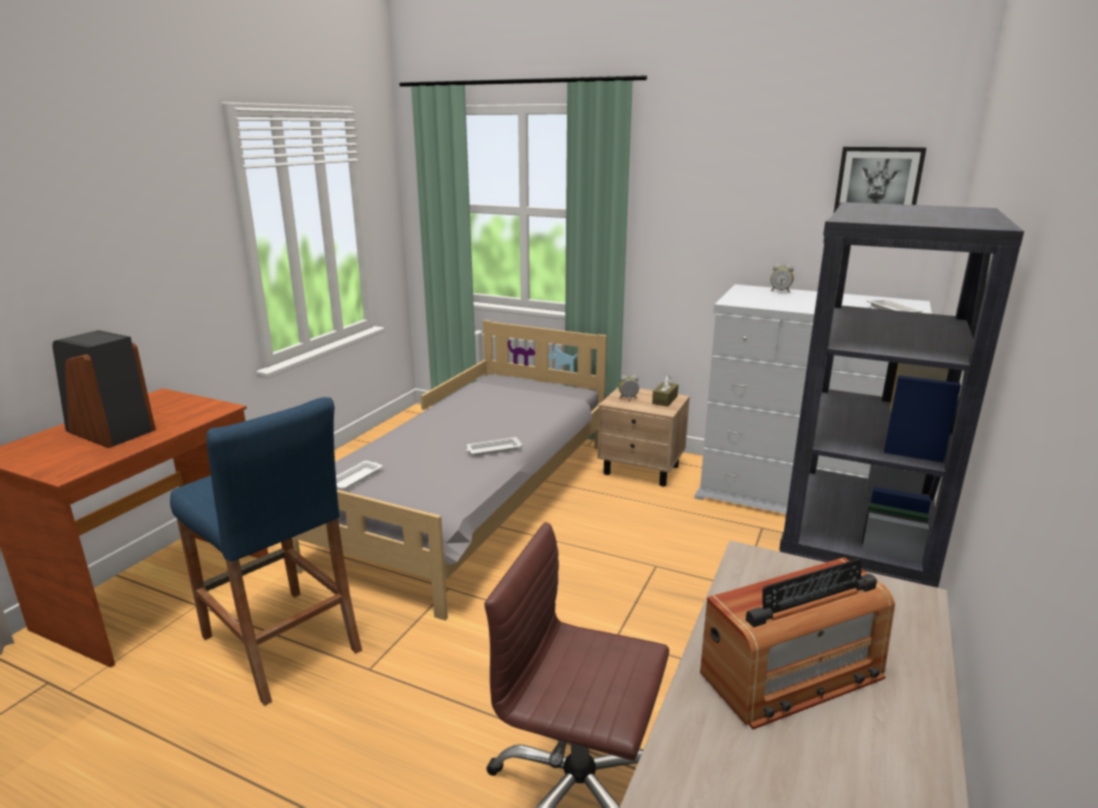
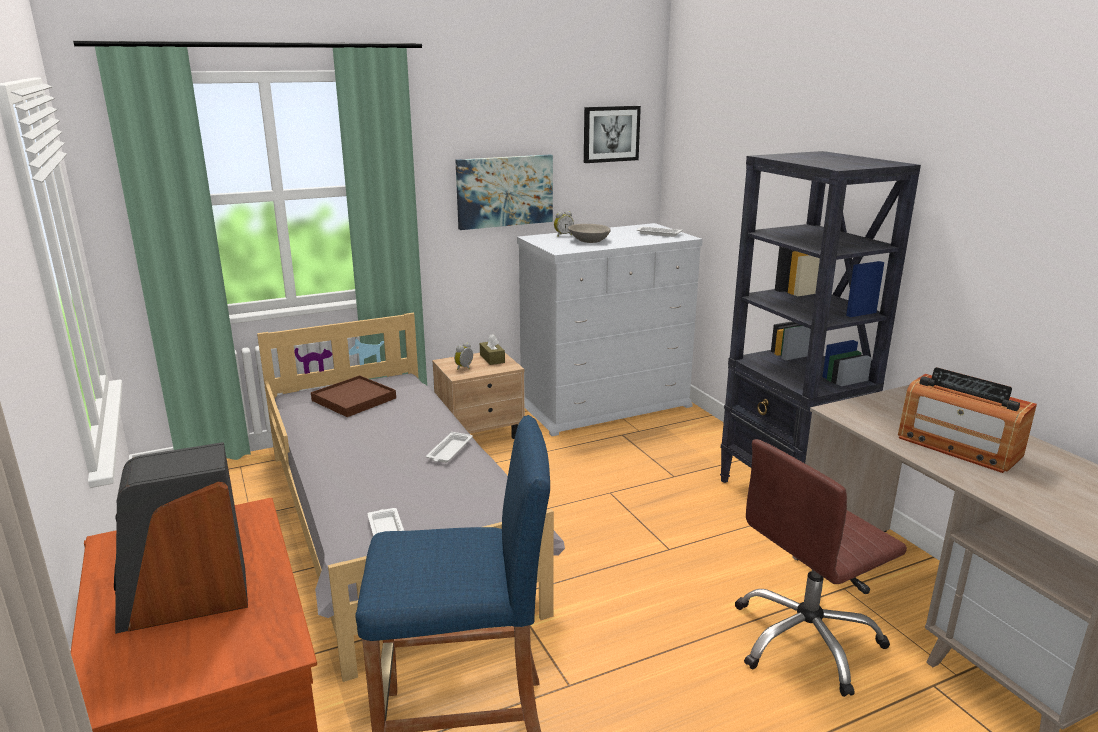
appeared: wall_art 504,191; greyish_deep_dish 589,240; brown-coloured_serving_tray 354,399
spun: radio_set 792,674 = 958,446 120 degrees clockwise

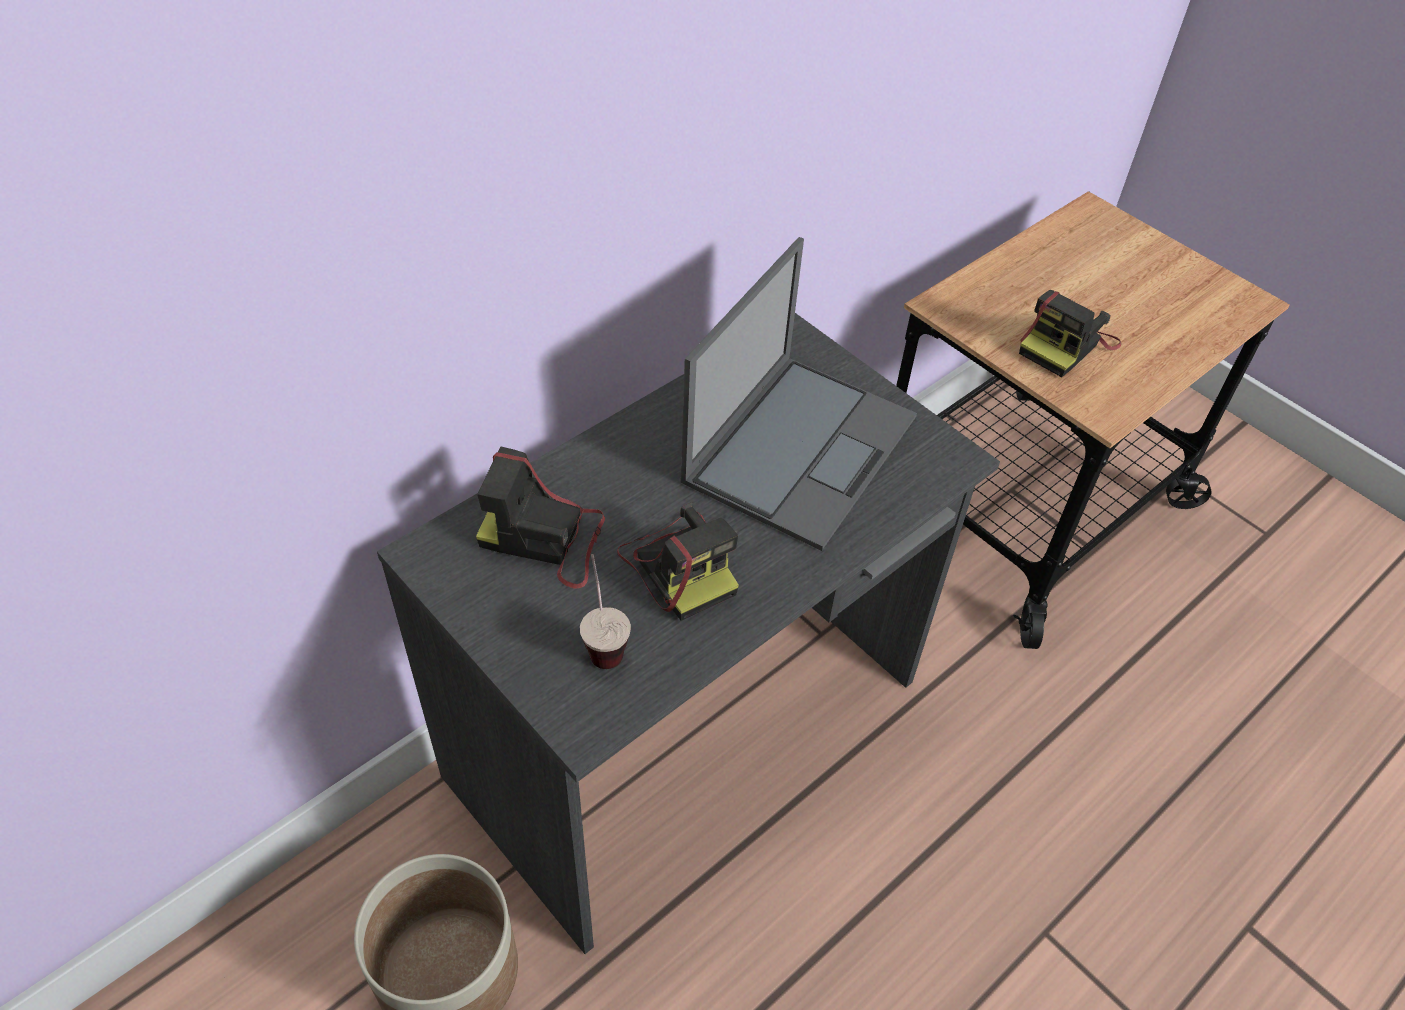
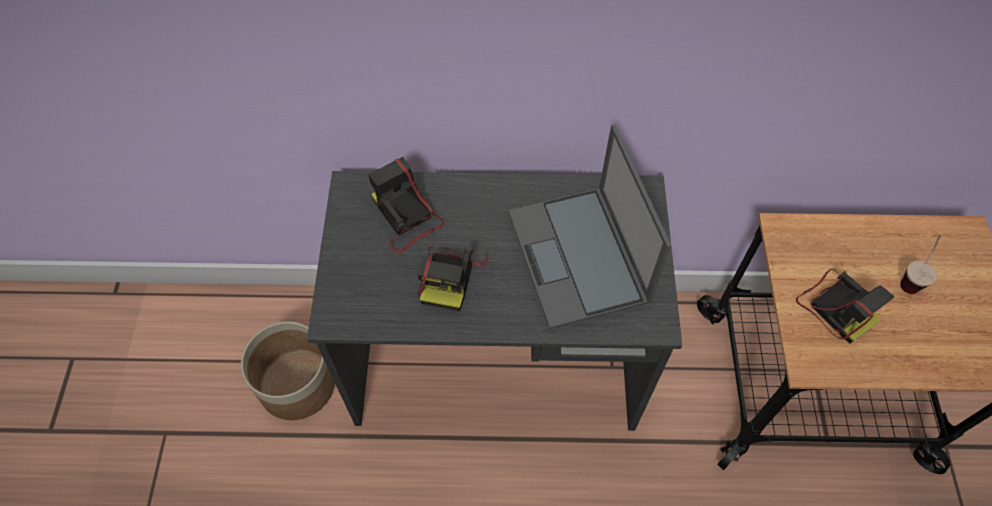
relocated: small_cup 602,639 to 912,277
spun: laptop 801,447 = 578,257 90 degrees clockwise; still_camera 1066,345 = 835,307 120 degrees counterclockwise

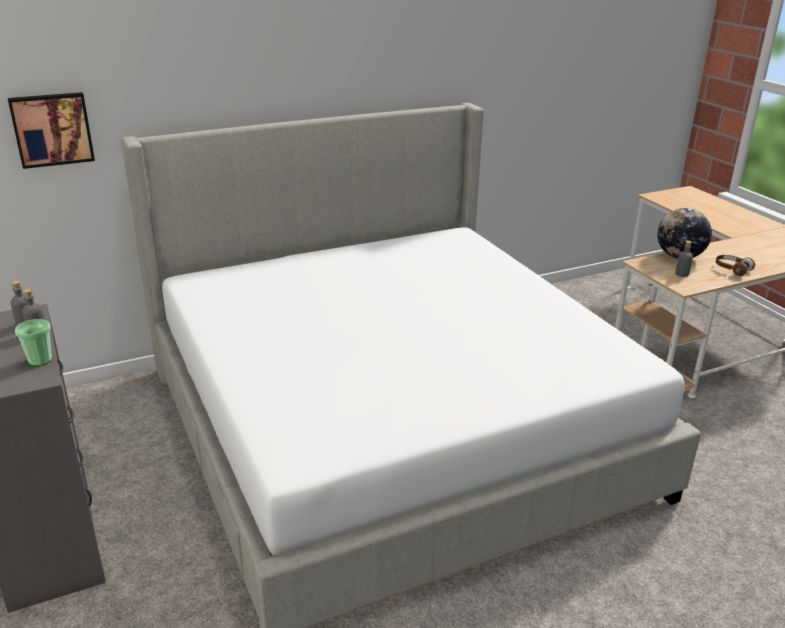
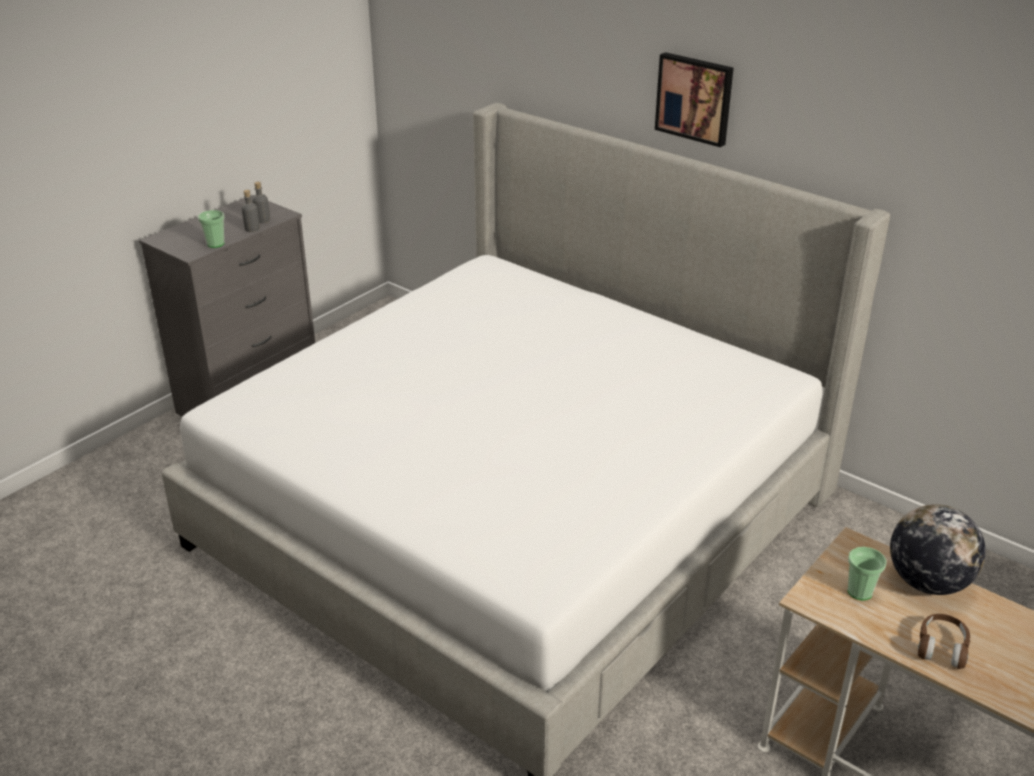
relocated: wall_art 52,129 to 695,98
exchanged: greyish_drink_bottle 682,274 to small_cup 860,592

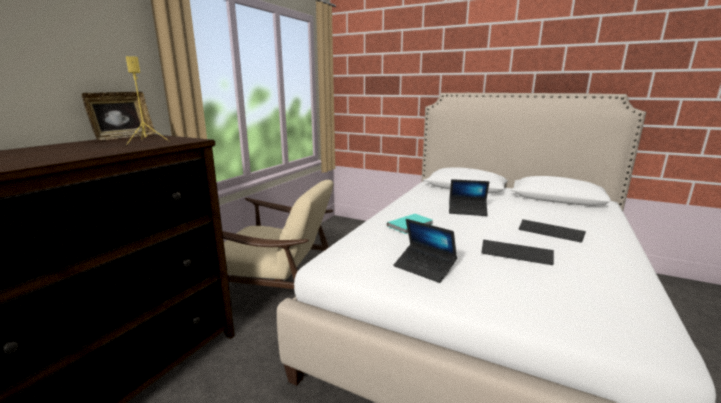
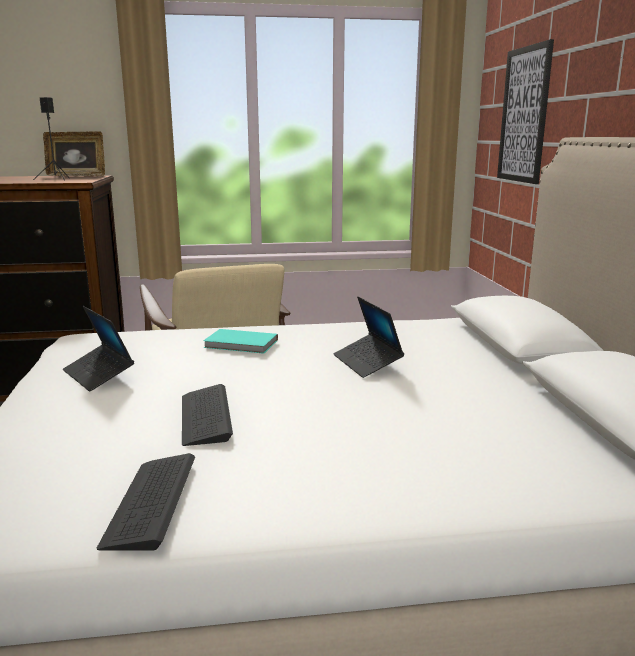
appeared: wall_art 524,115
relocated: PC_keyboard 550,232 to 151,502
colour: yellow-coloured_loudspeaker 147,141 to black_loudspeaker 56,179
spun: laptop 424,268 = 98,375 45 degrees counterclockwise

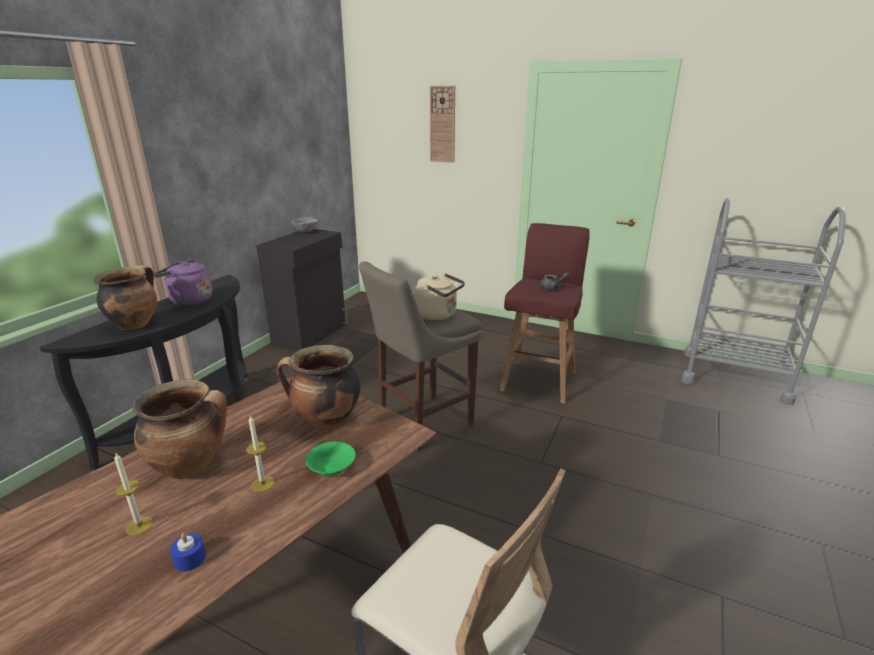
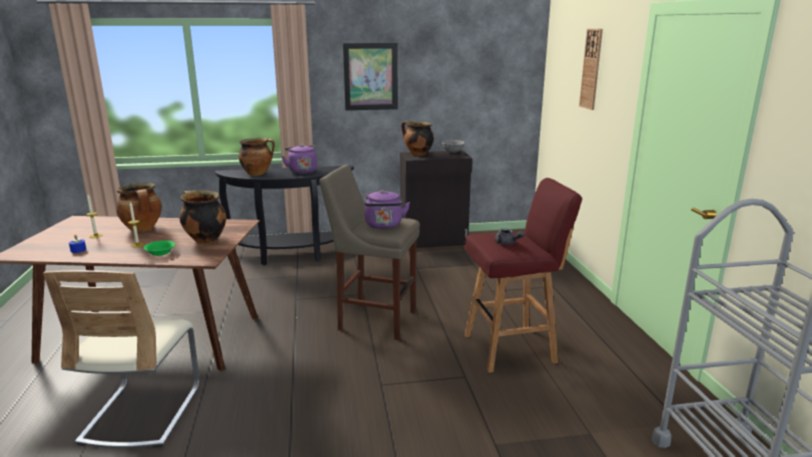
appeared: wall_art 370,76; stockpot 417,154
colour: beige_tea_kettle 438,315 to purple_tea_kettle 384,226

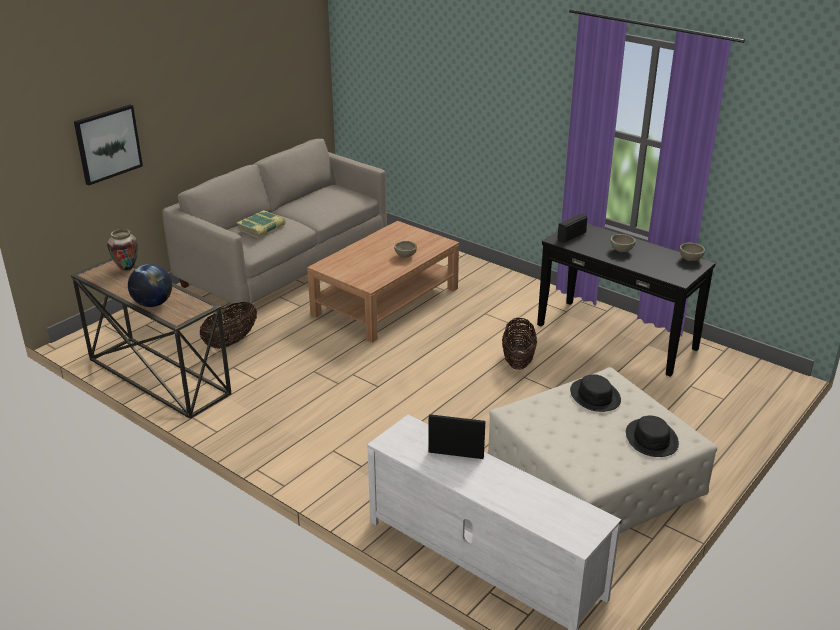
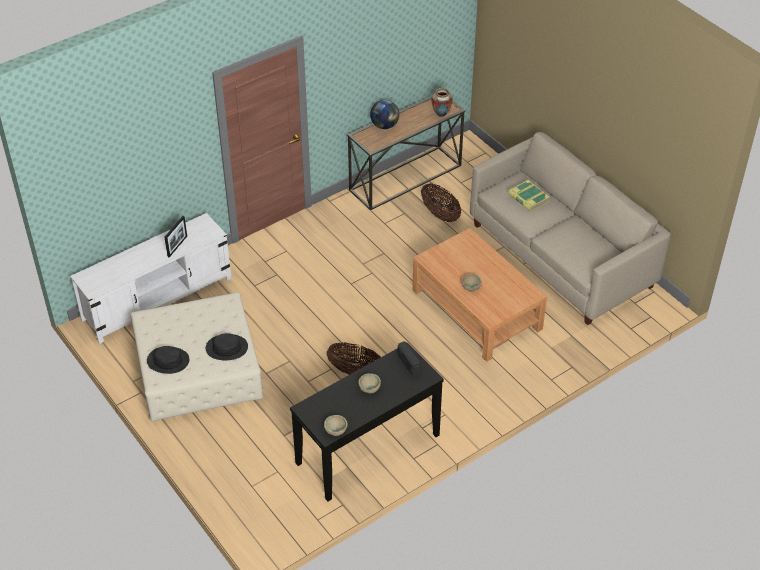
missing: wall_art 108,144

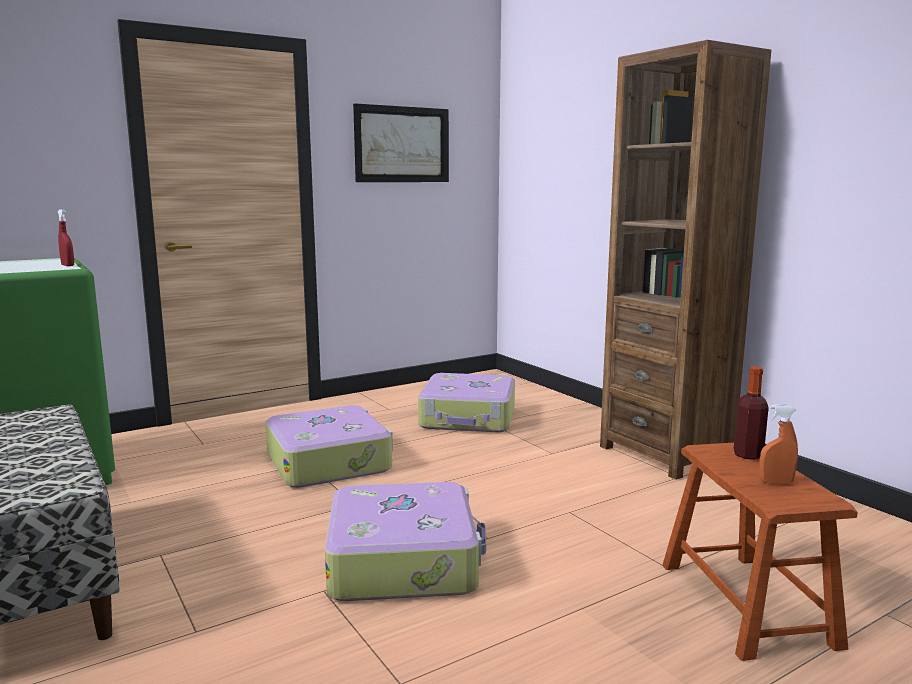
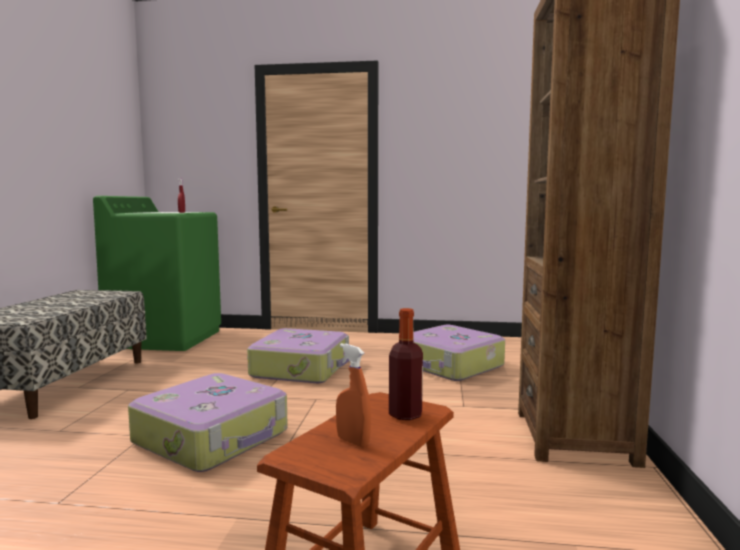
missing: wall_art 402,144

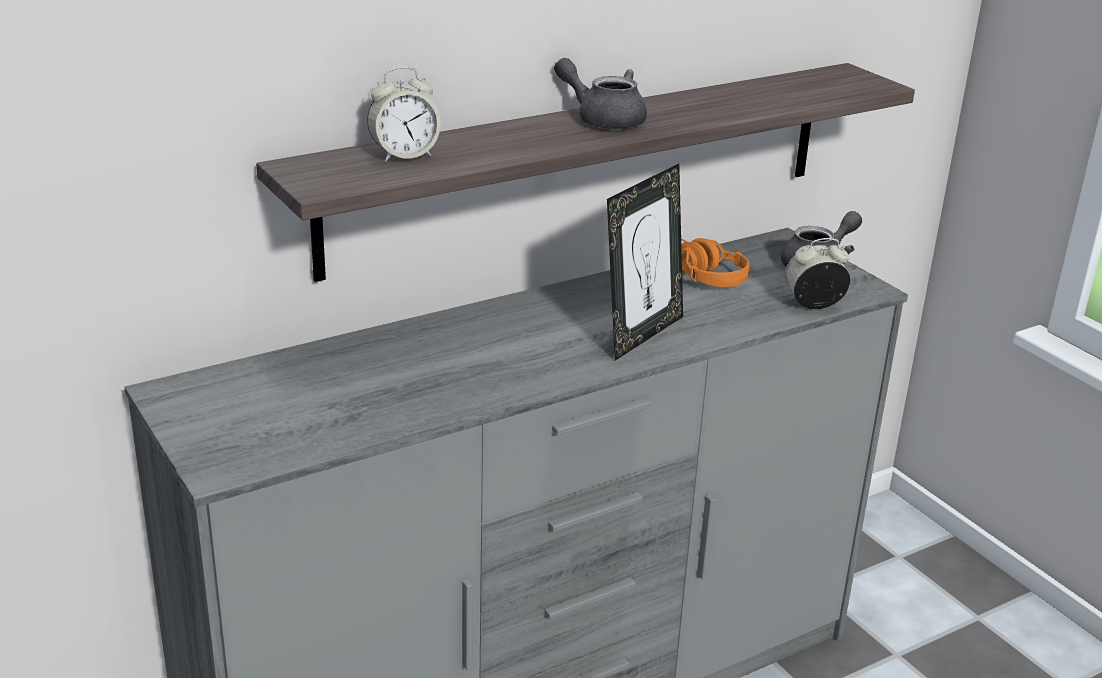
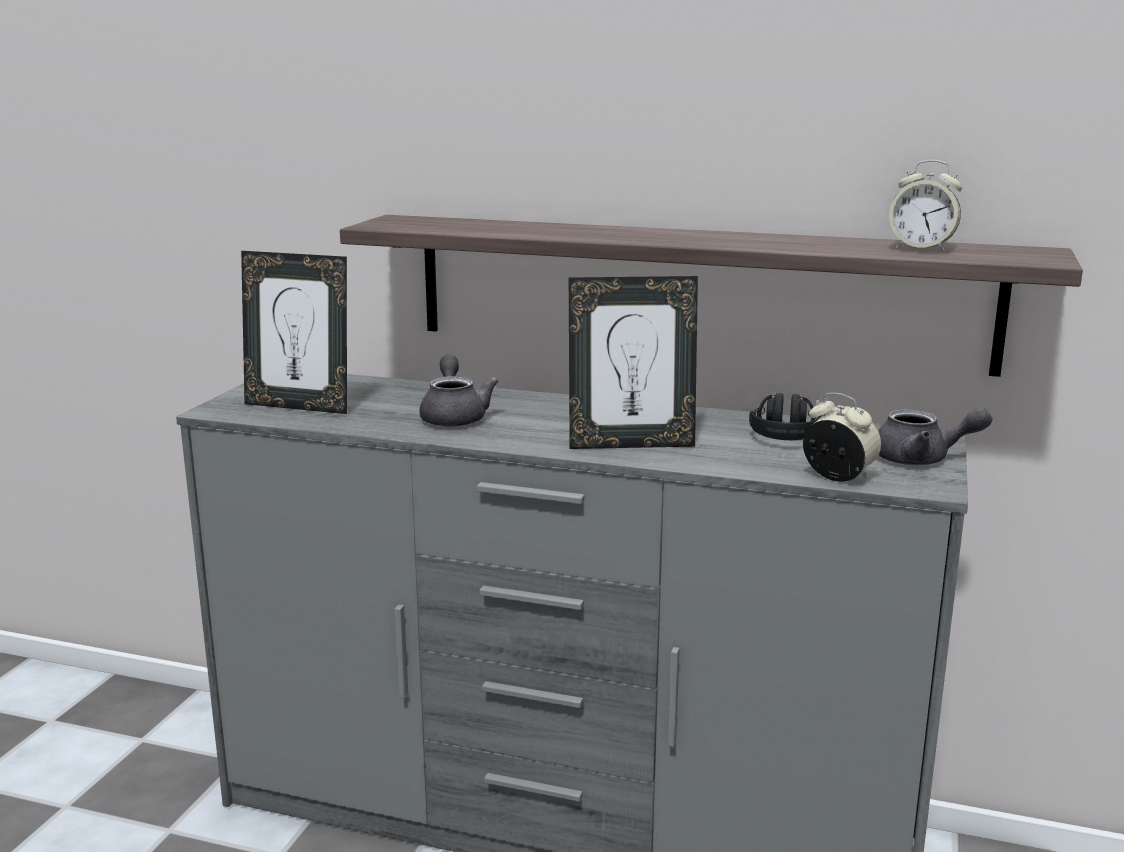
appeared: photo_frame 299,406
relocated: greyish_pot_for_tea 603,119 to 454,416; table_clock 404,155 to 921,248
colour: orange-coloured_pair_of_headphones 703,275 to black_pair_of_headphones 785,432

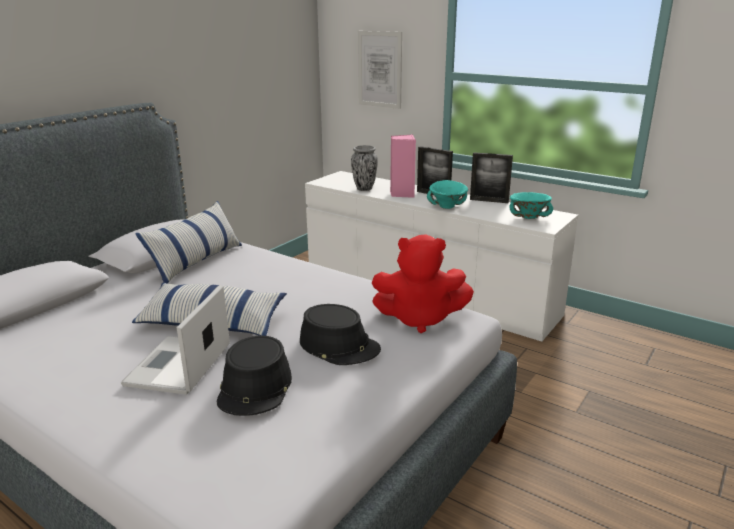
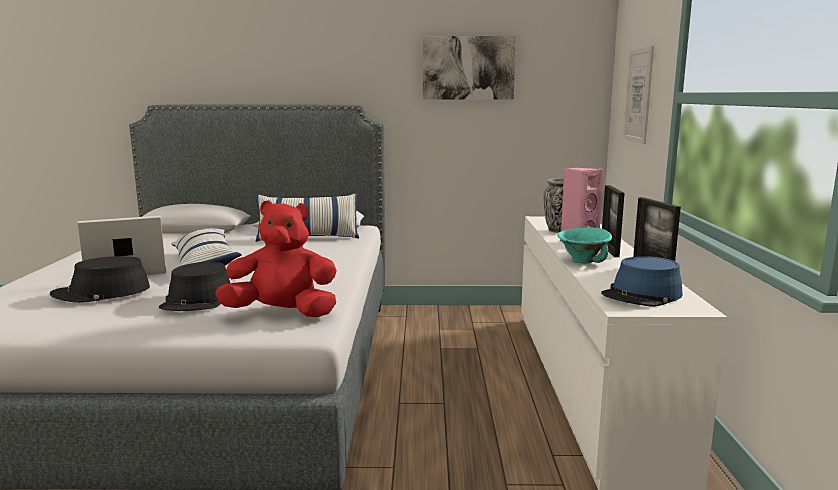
appeared: wall_art 468,68
exchanged: turquoise-coloured_deep_dish 528,216 to bluish_hat 642,295
spun: red_cuddly_toy 419,318 = 283,314 120 degrees clockwise

